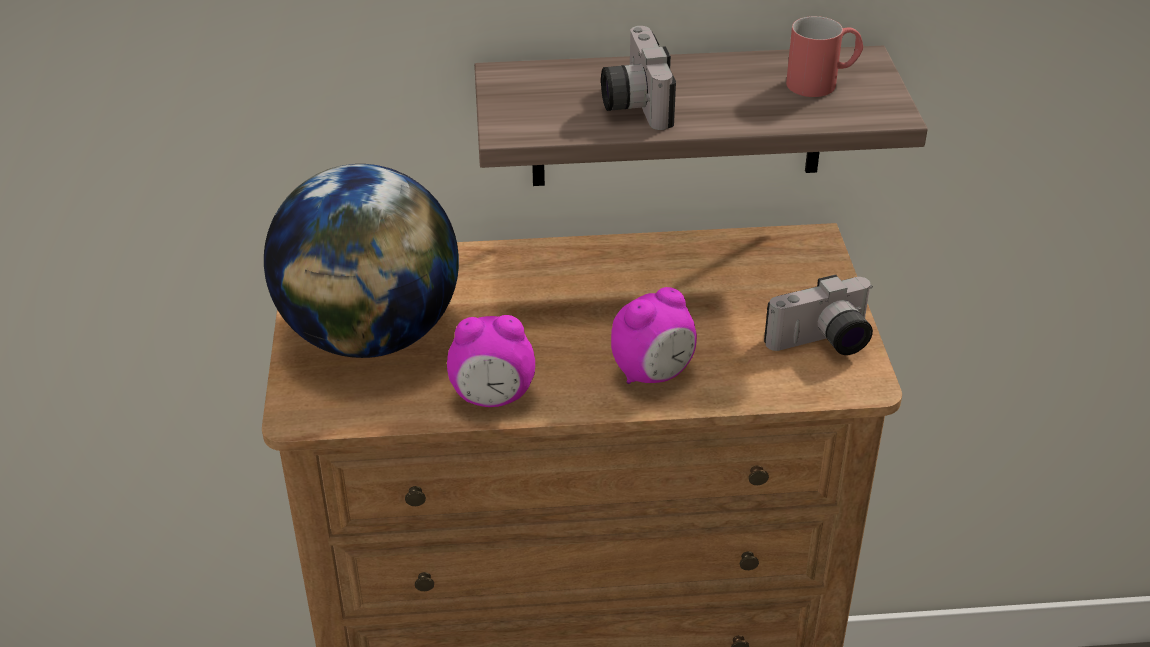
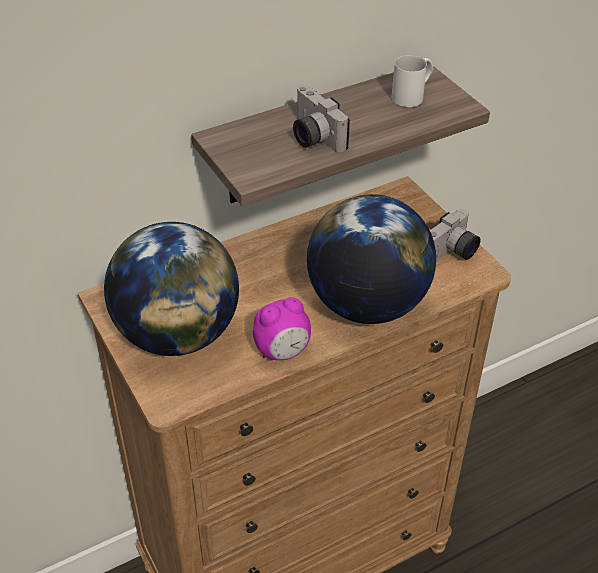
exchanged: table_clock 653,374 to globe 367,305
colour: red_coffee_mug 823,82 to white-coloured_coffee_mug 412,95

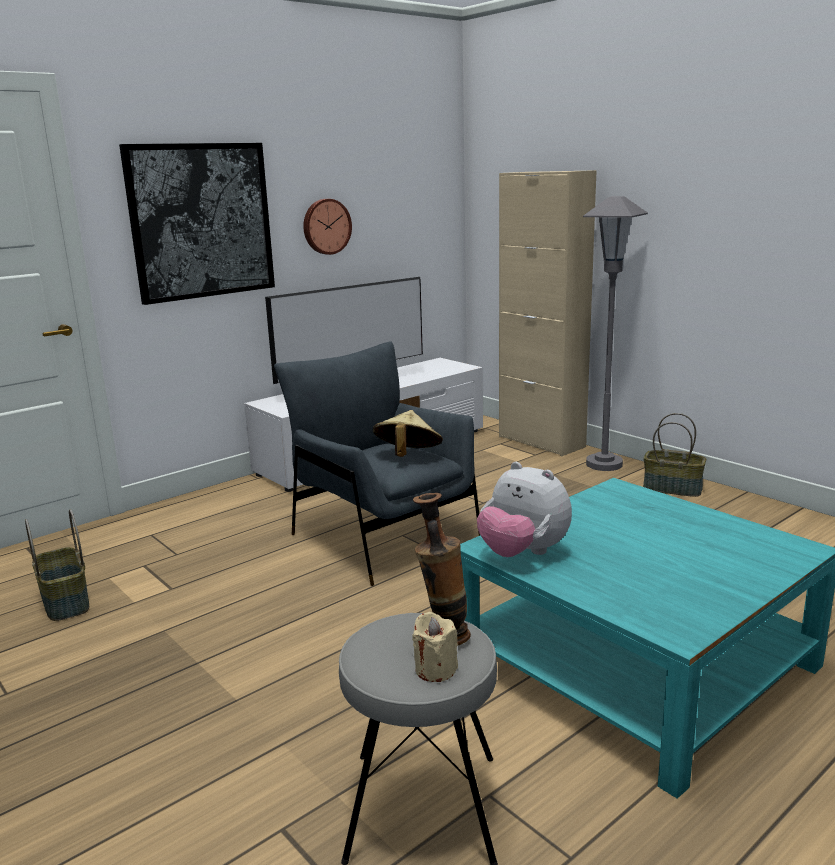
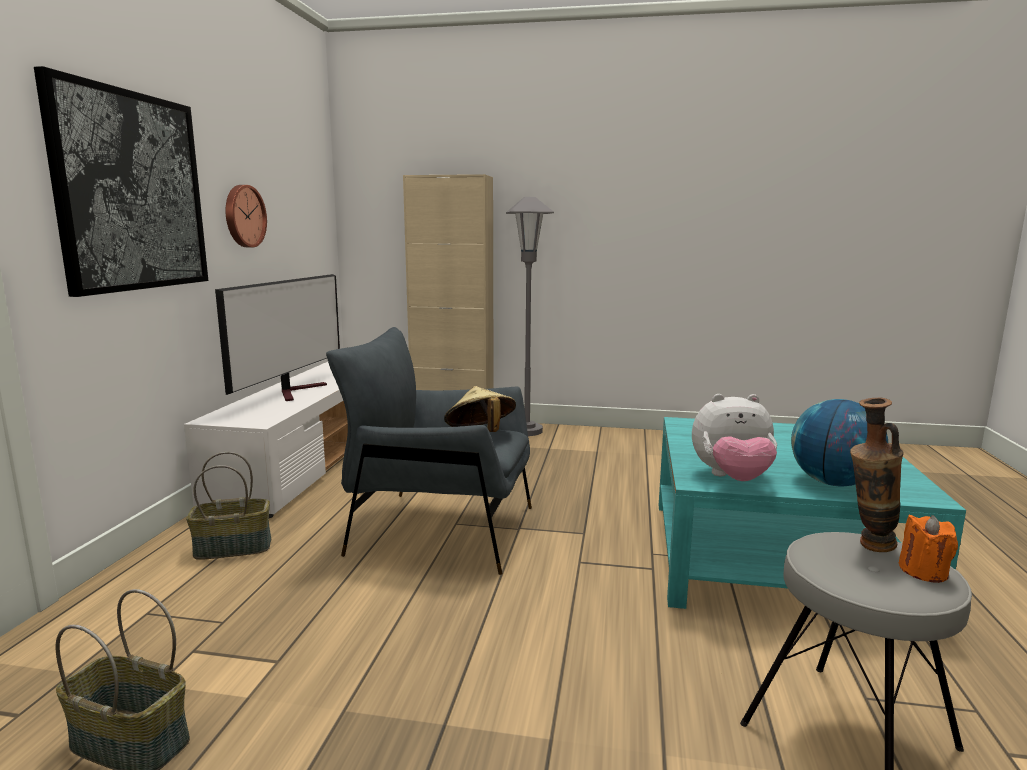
appeared: globe 833,483
relocated: basket 673,488 to 234,547
colour: beige_wax_light 435,669 to orange-coloured_wax_light 923,571

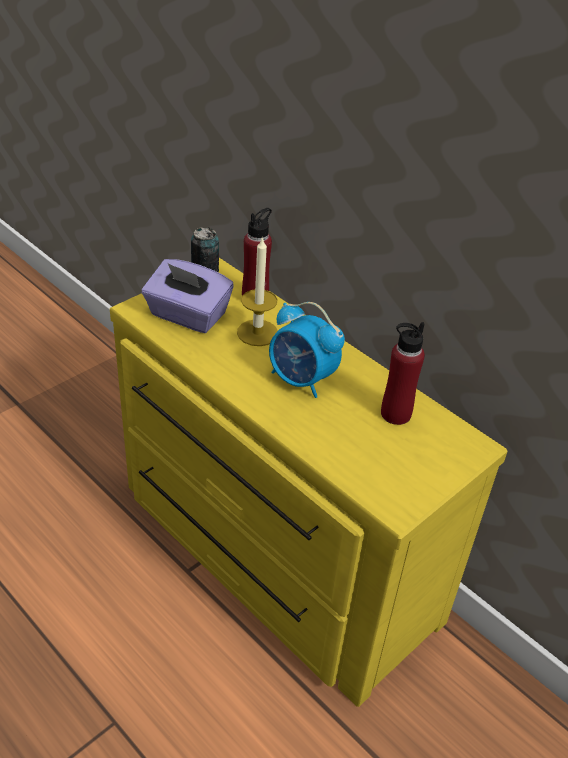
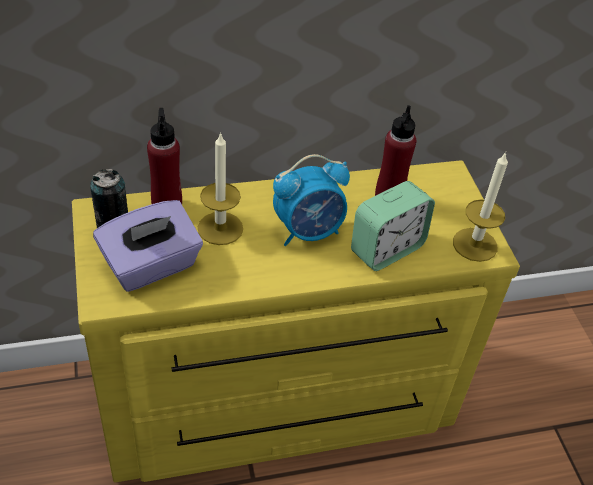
appeared: wax_light 475,244; table_clock 386,249

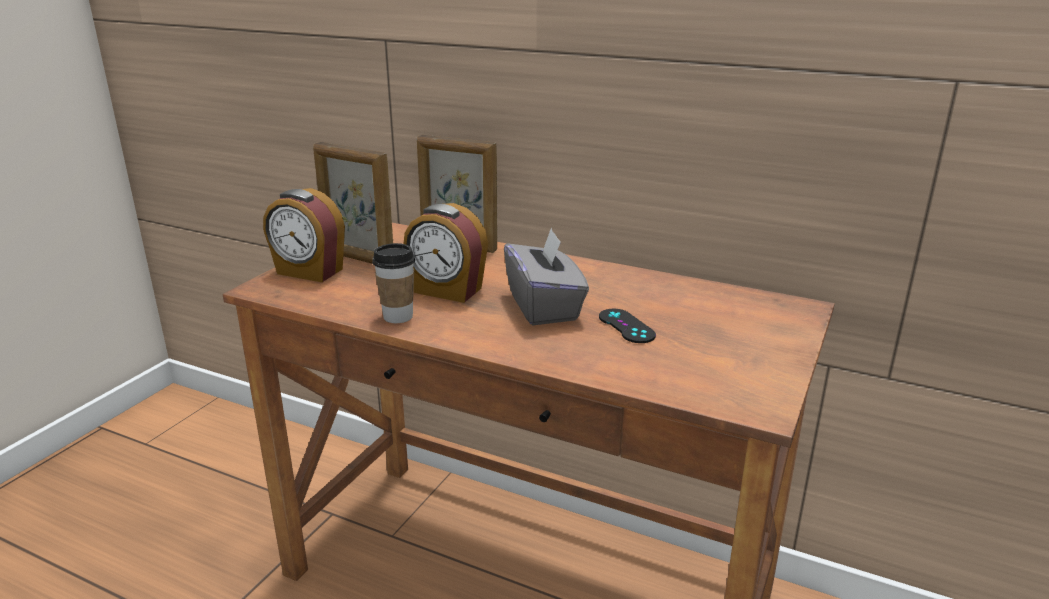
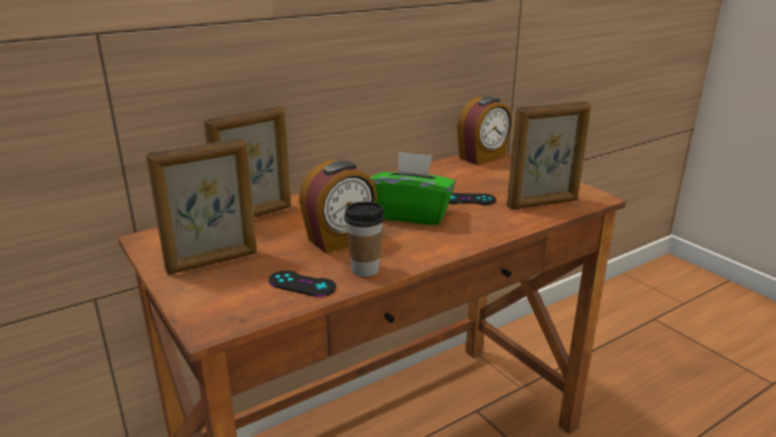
appeared: photo_frame 543,203; black_gamepad 302,284
relocated: table_clock 309,272 to 483,157
colour: greyish_tissue_box 544,307 to greenish_tissue_box 411,214

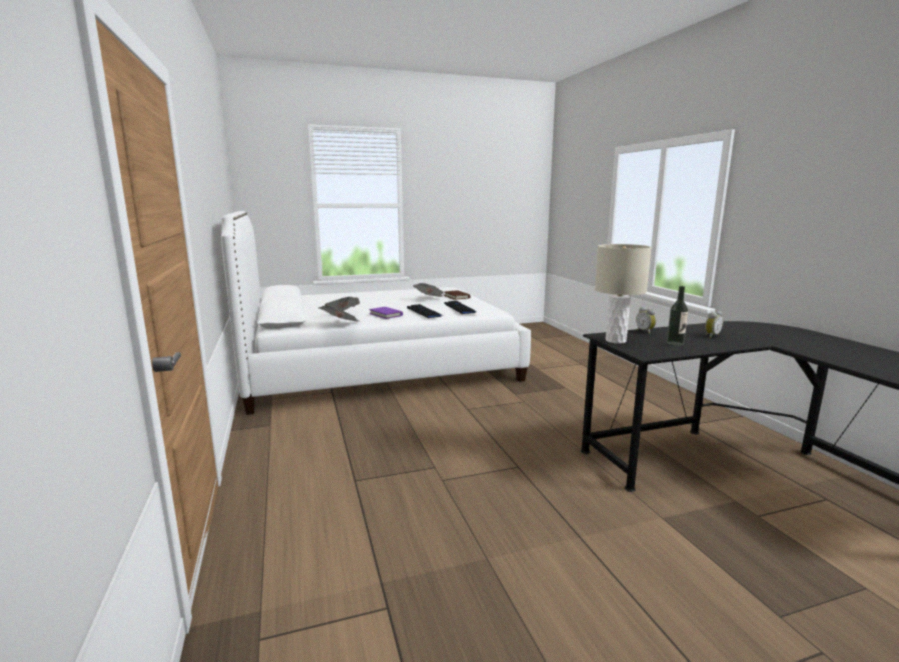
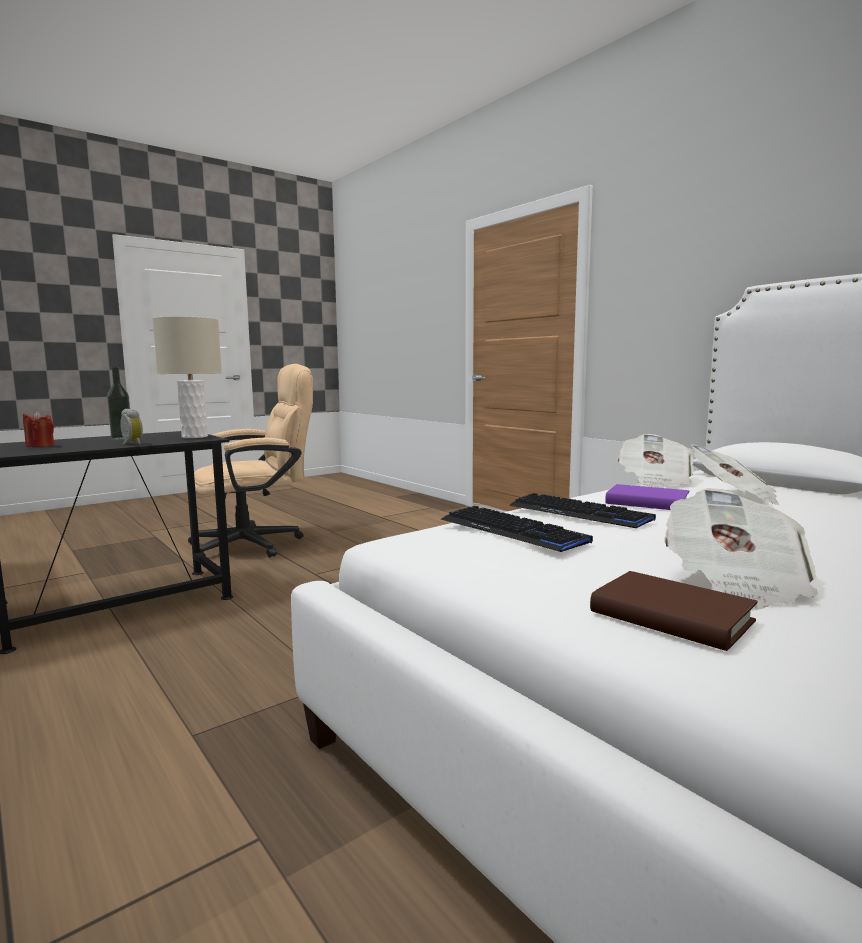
appeared: beige_computer_chair 257,544
exchanged: table_clock 711,335 to red_wax_light 40,446

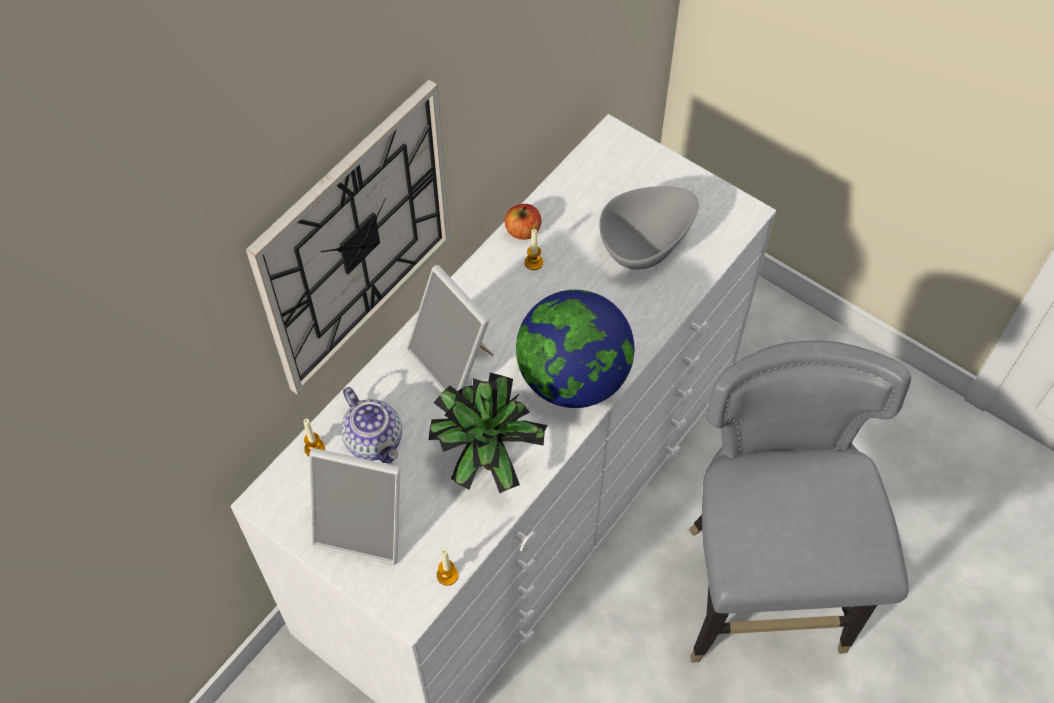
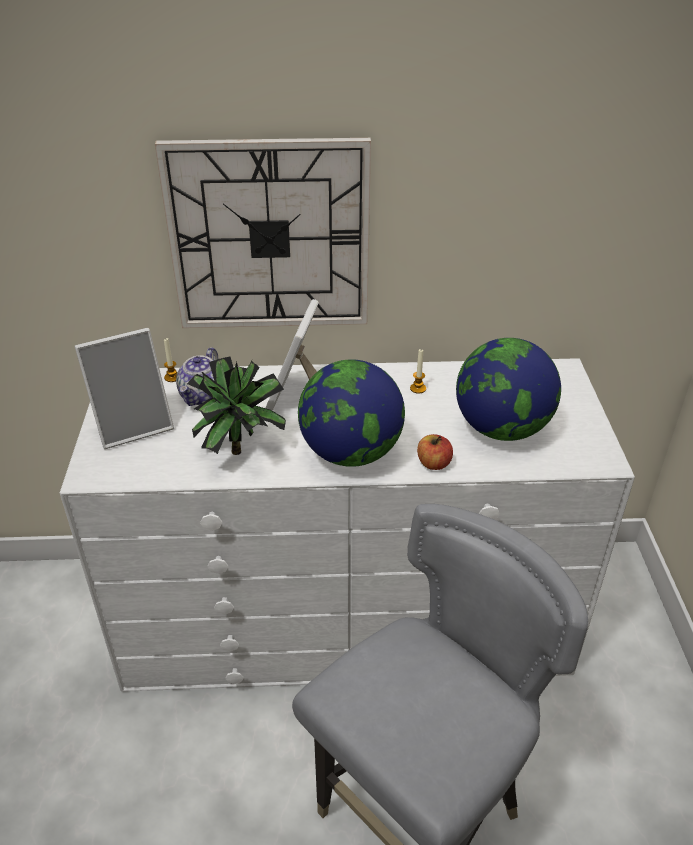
missing: wax_light 447,575
relocated: apple 523,231 to 433,463
exchanged: greyish_deep_dish 644,247 to globe 501,428
spun: photo_frame 364,527 = 134,425 90 degrees counterclockwise

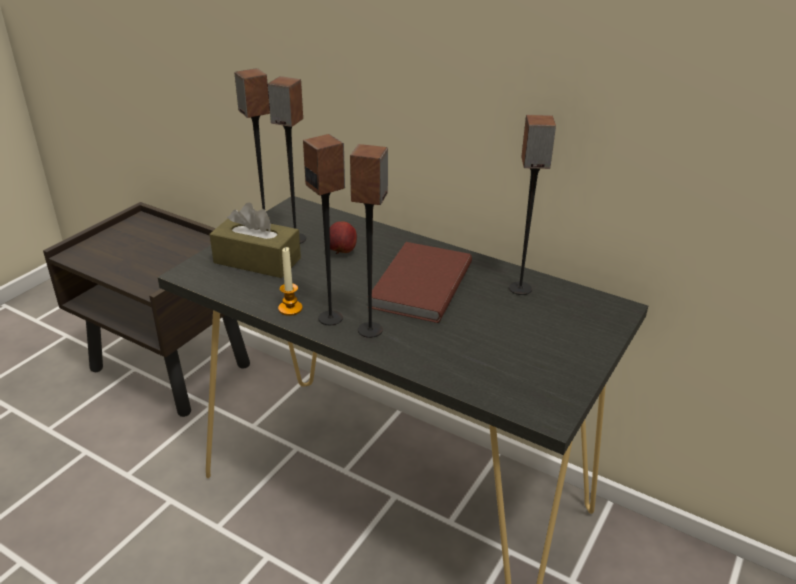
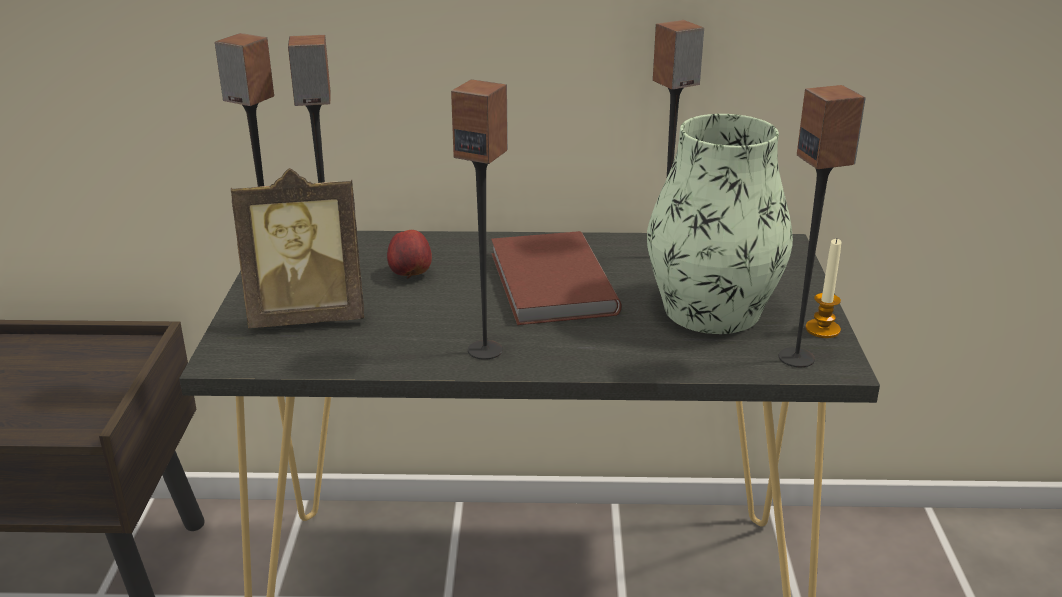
appeared: vase 712,310
relocated: loudspeaker 370,330 to 797,358; wax_light 290,308 to 822,329
exchanged: brown-coloured_tissue_box 257,260 to photo_frame 307,316

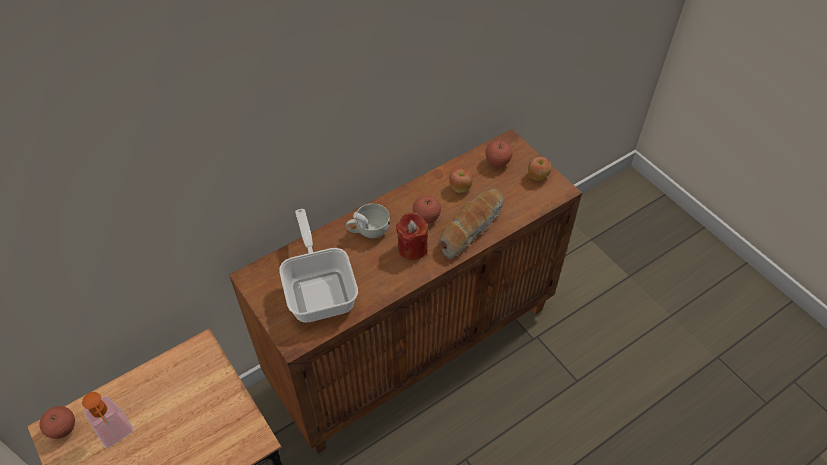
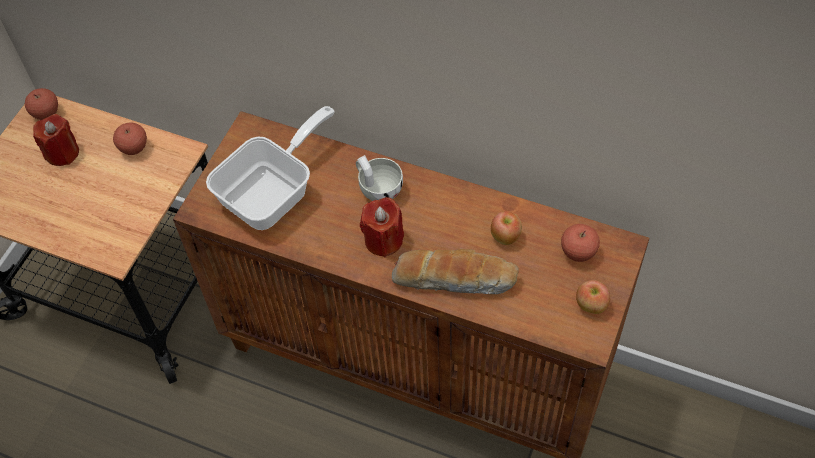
relocated: apple 426,218 to 134,148
exchanged: soap_dispenser 117,434 to red_wax_light 62,153

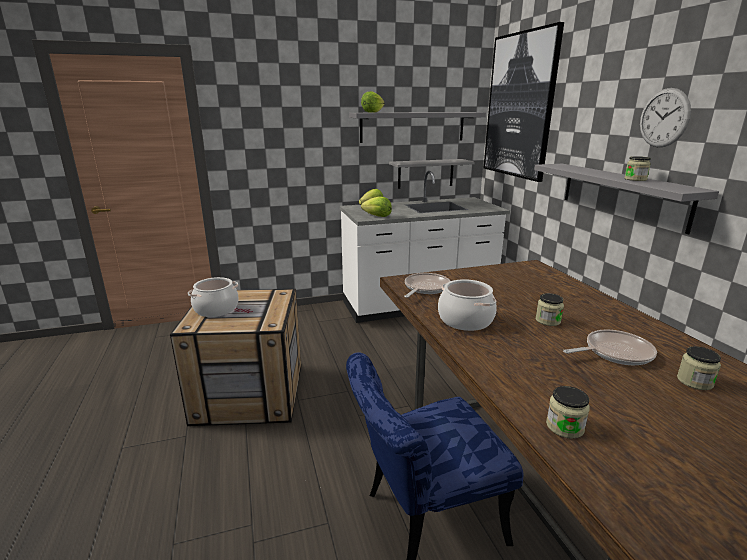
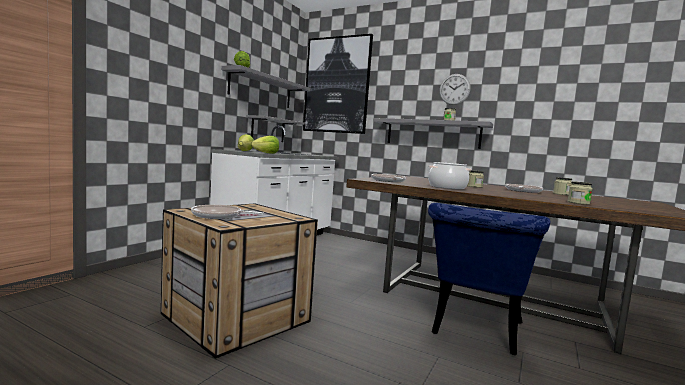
exchanged: stockpot 216,309 to skillet 219,216

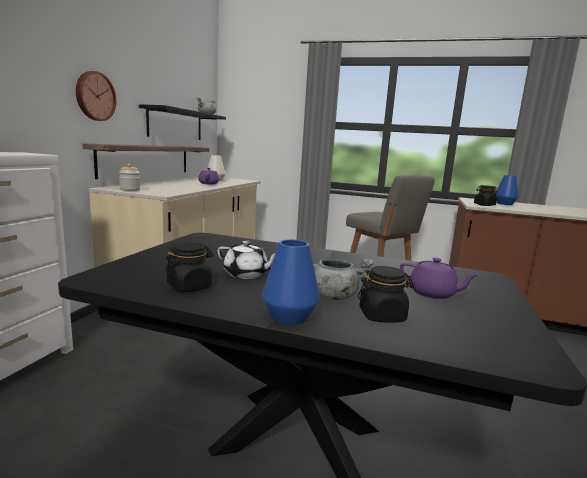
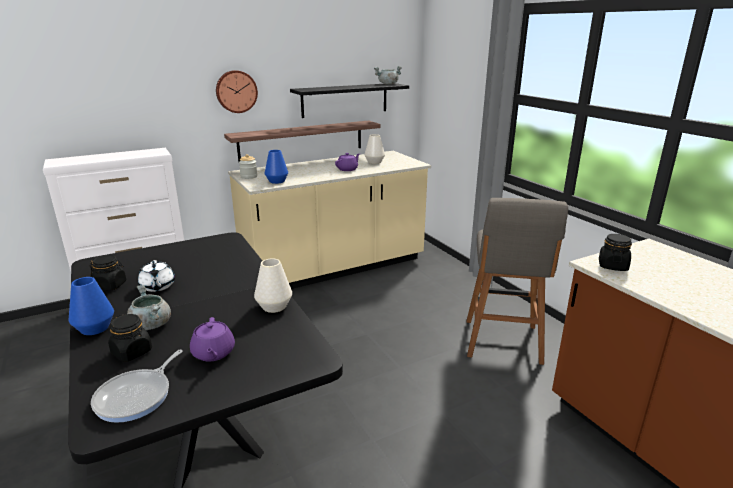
appeared: white-coloured_vase 274,306; skillet 137,396
relocated: bluish_vase 504,204 to 277,181

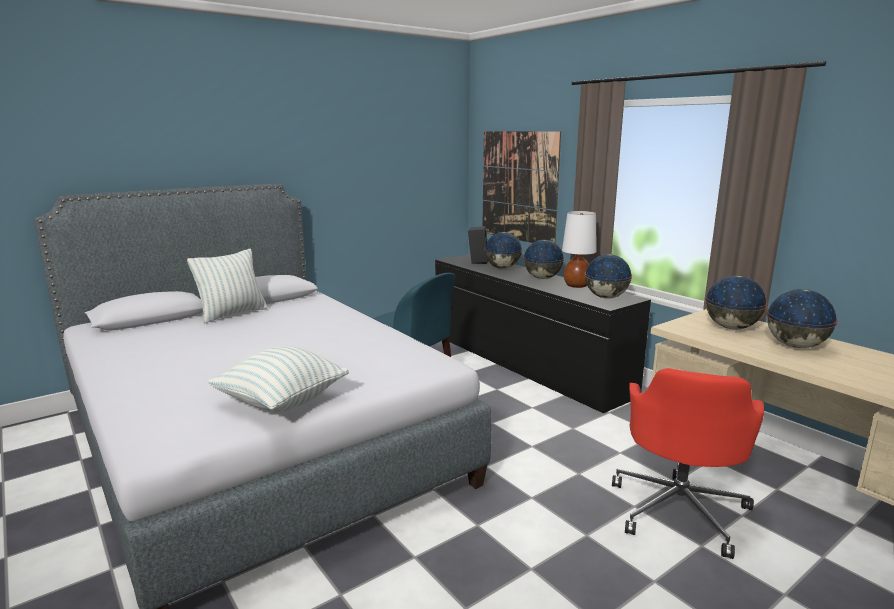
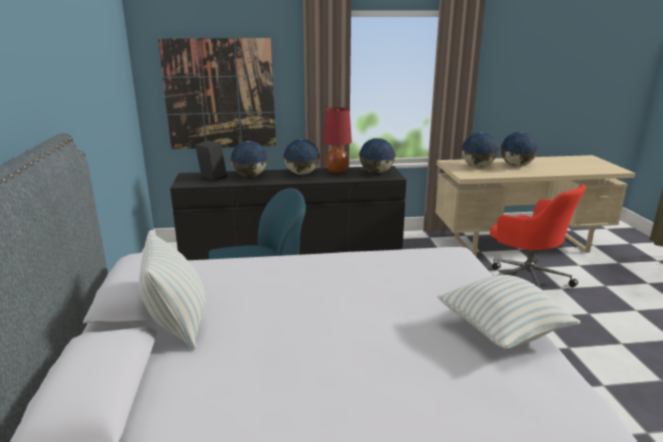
colour: white-coloured_tabletop_lamp 577,286 to red_tabletop_lamp 337,171

